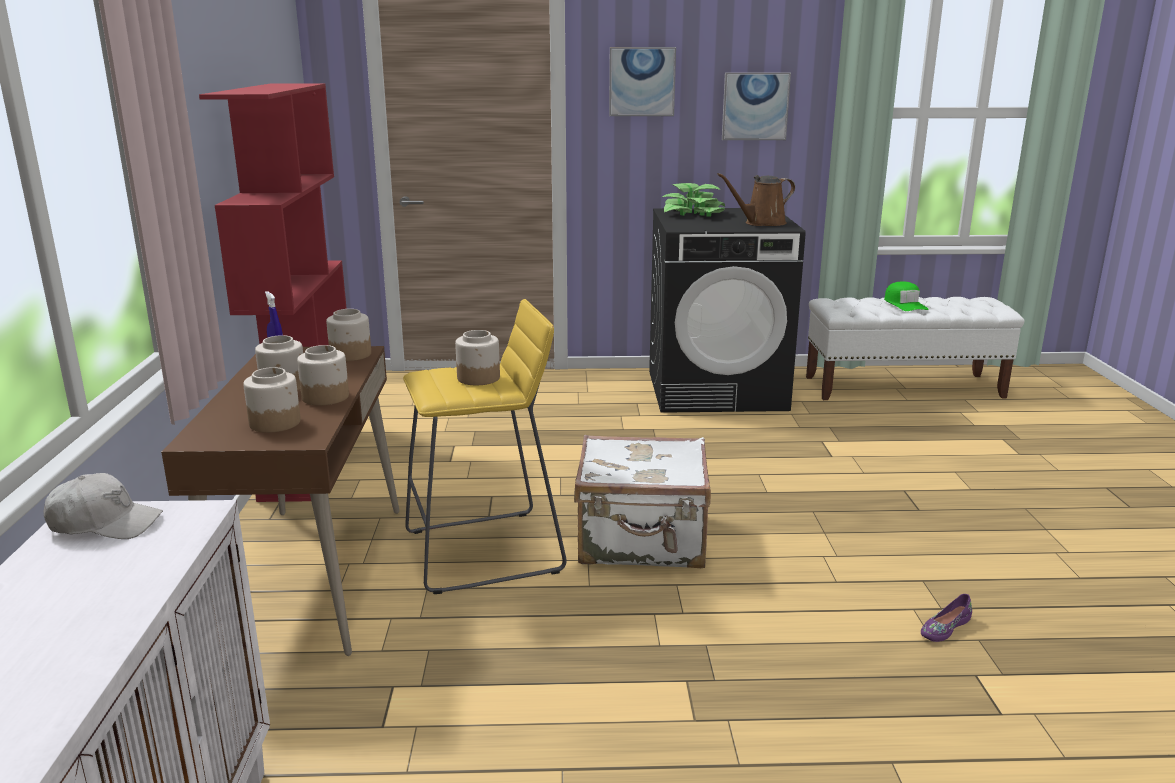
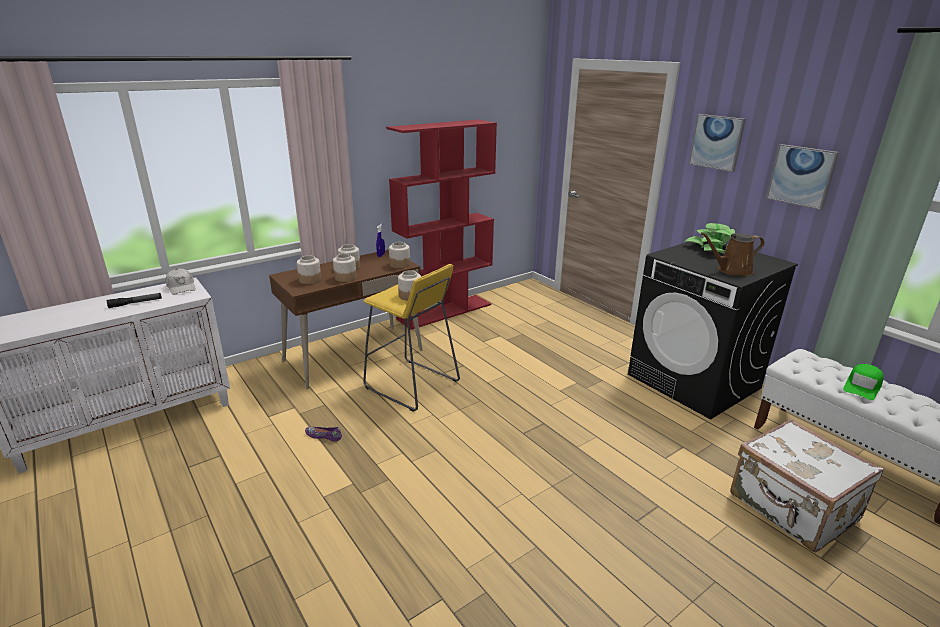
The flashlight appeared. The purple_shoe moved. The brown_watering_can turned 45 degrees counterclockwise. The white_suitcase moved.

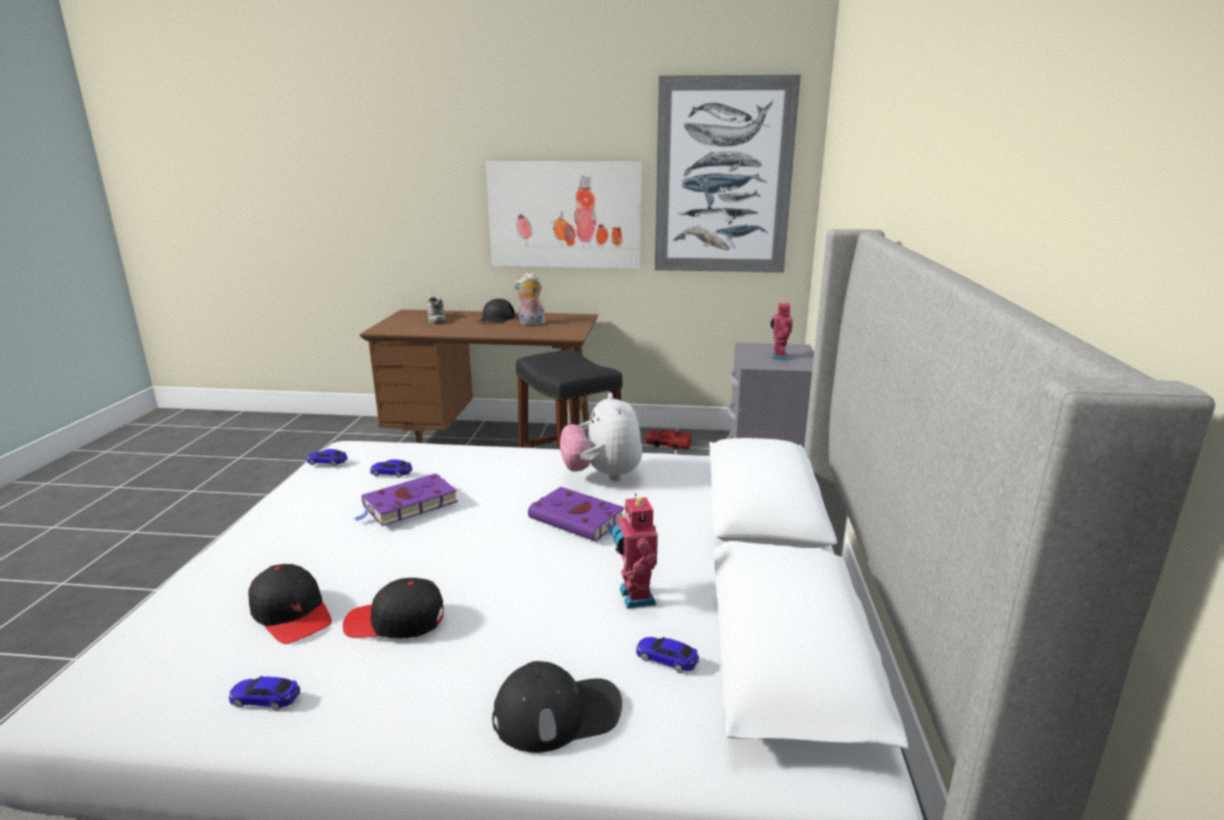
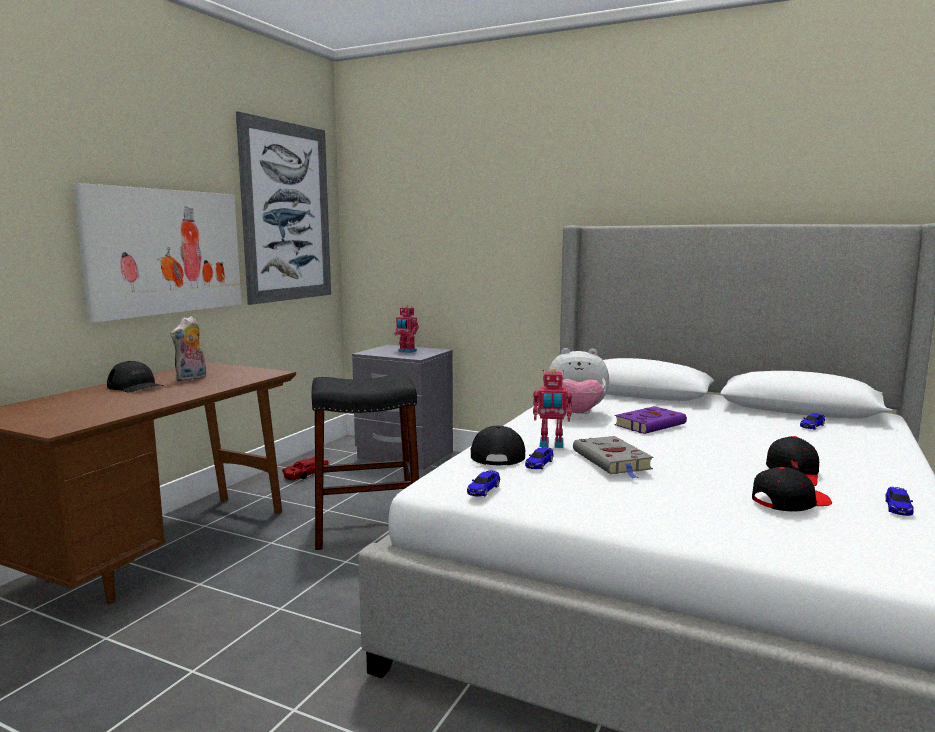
The black_cap (no. 4 from left in the first image) moved. The toy_robot (no. 1 from left in the first image) moved. The purple_book (no. 1 from left) became the grey_book. The shoe disappeared.

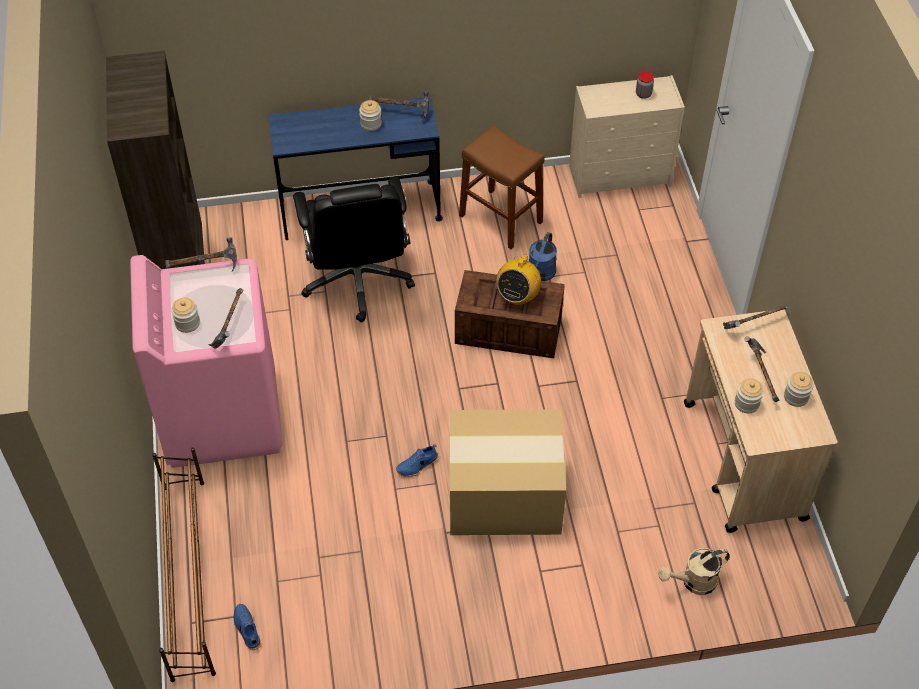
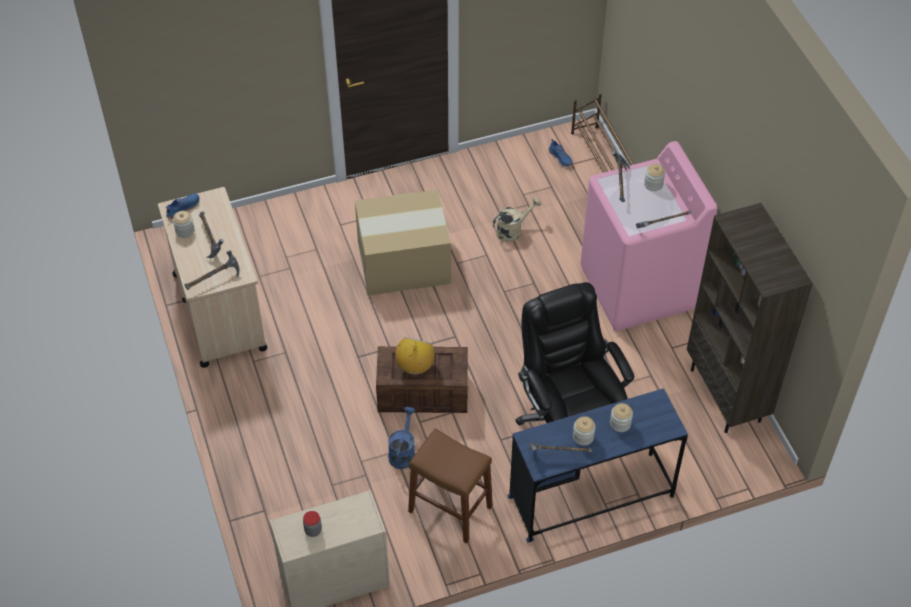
The blue_shoe (no. 2 from left in the first image) moved. The beige_watering_can moved. The jar (no. 4 from left) moved.

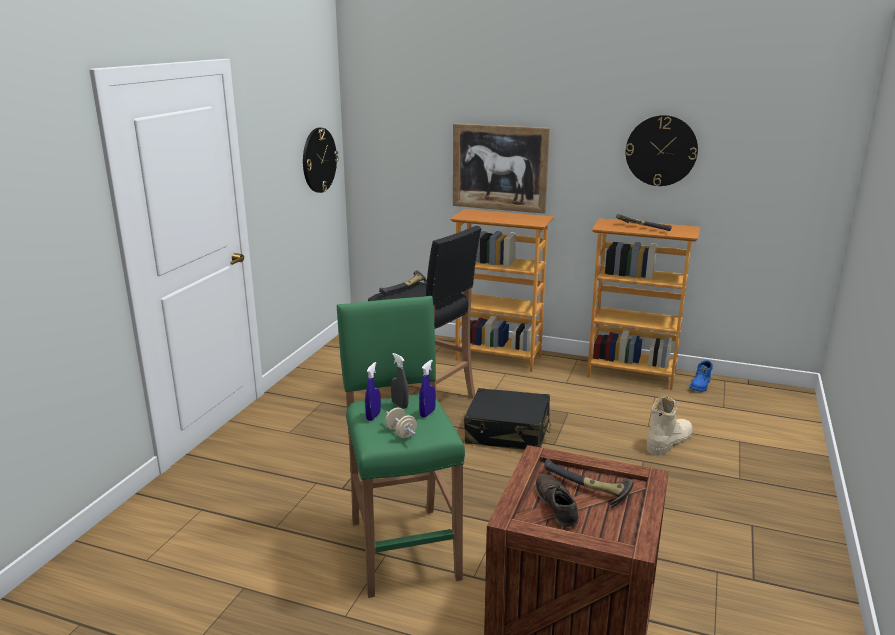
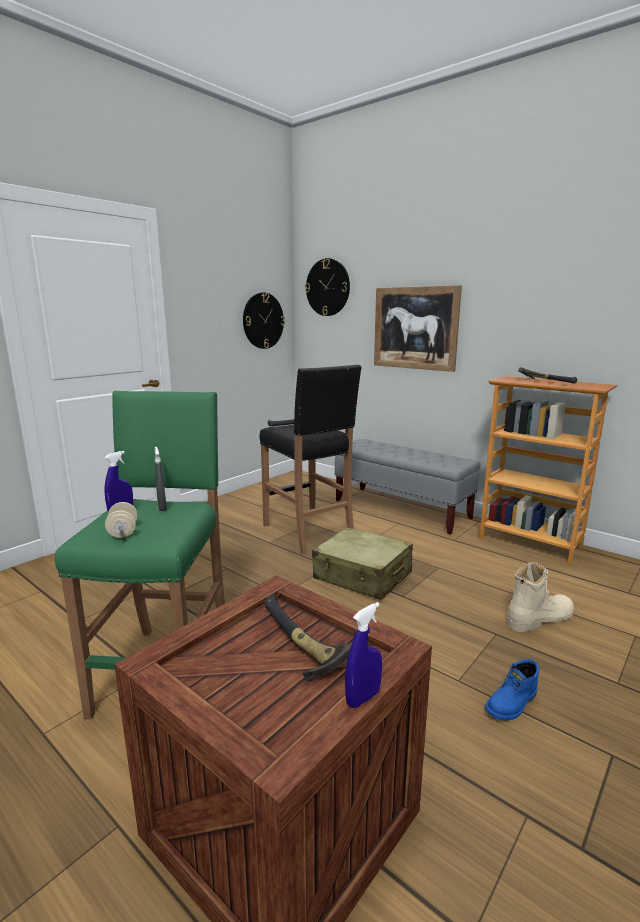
The wall_clock (no. 2 from left) moved. The black_suitcase became the beige_suitcase. The bookcase (no. 1 from left) was replaced by the grey_bench. The blue_spray_bottle (no. 2 from left) moved. The blue_boot moved. The brown_shoe disappeared.

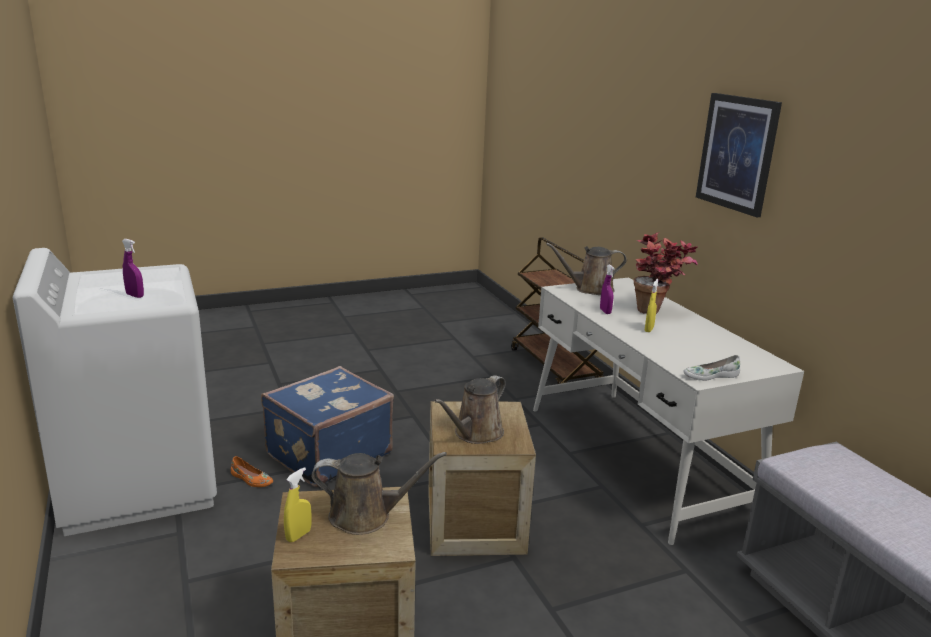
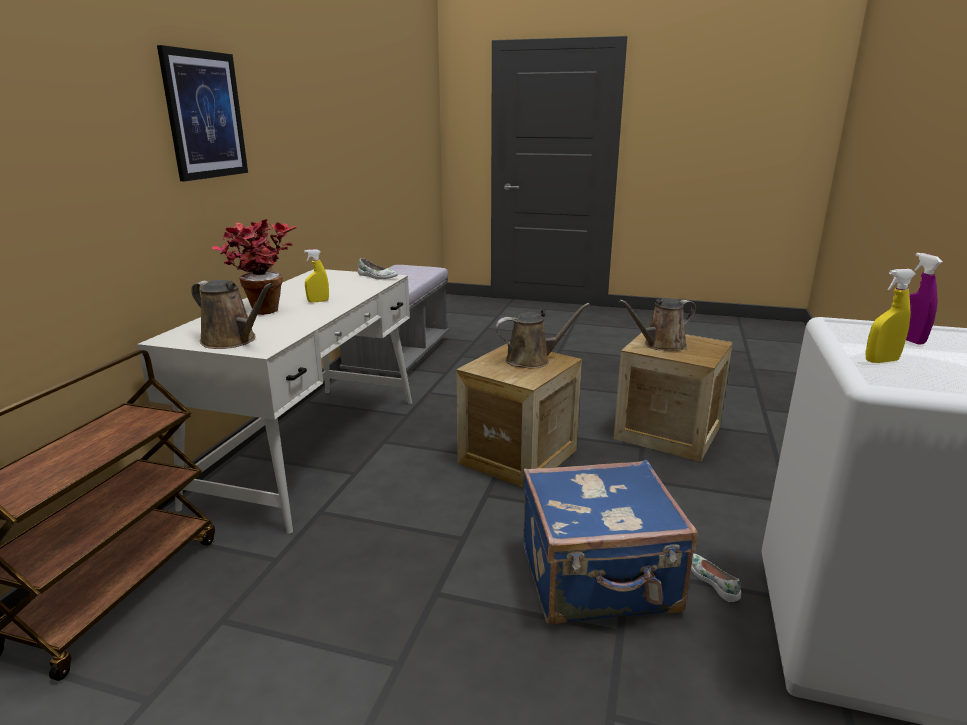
The brown_watering_can (no. 1 from left in the first image) turned 60 degrees counterclockwise. The orange_shoe became the white_shoe (no. 2 from left). The yellow_spray_bottle (no. 1 from left in the first image) moved. The purple_spray_bottle (no. 2 from left) disappeared.

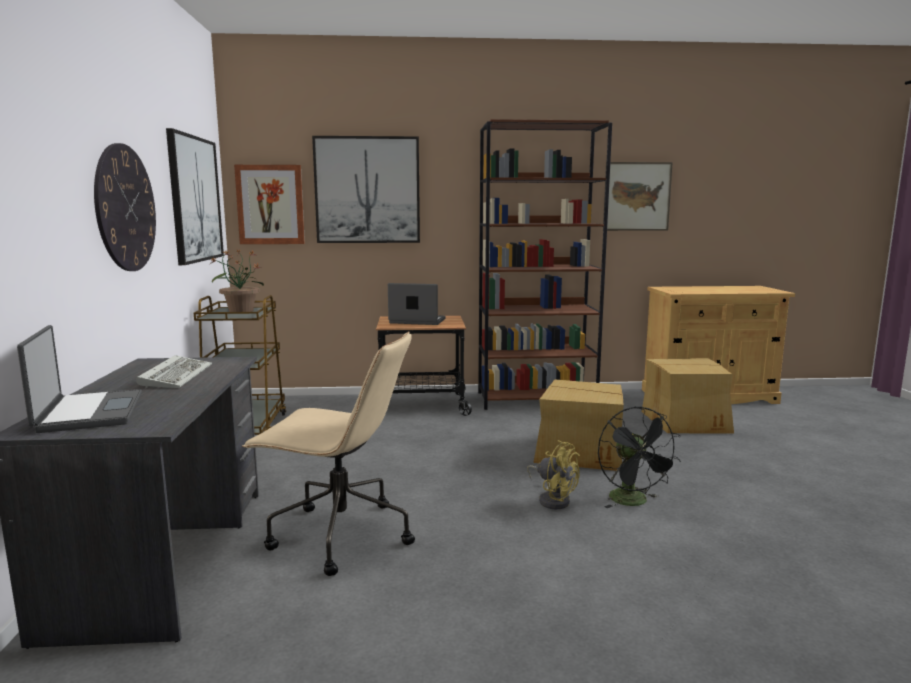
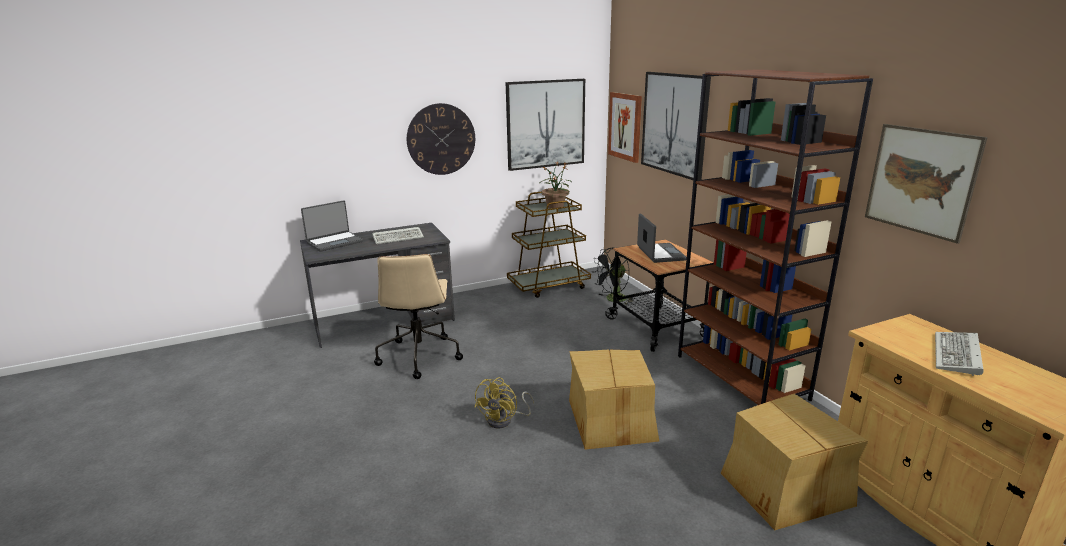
The black_fan moved. The keyboard (no. 2 from left) appeared.

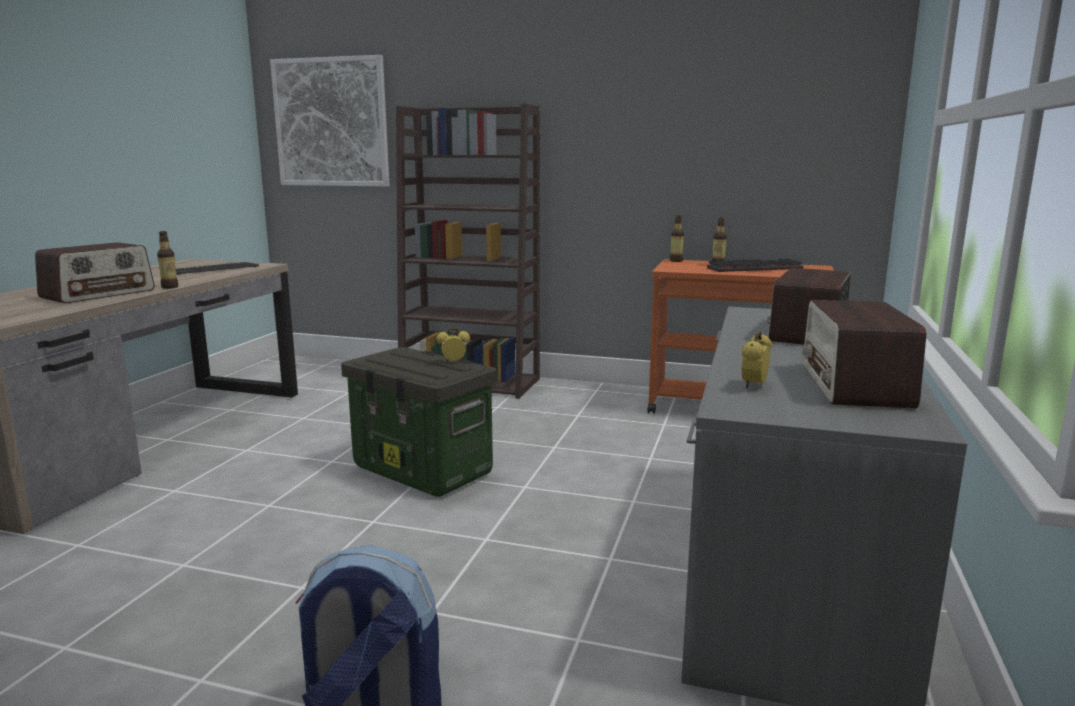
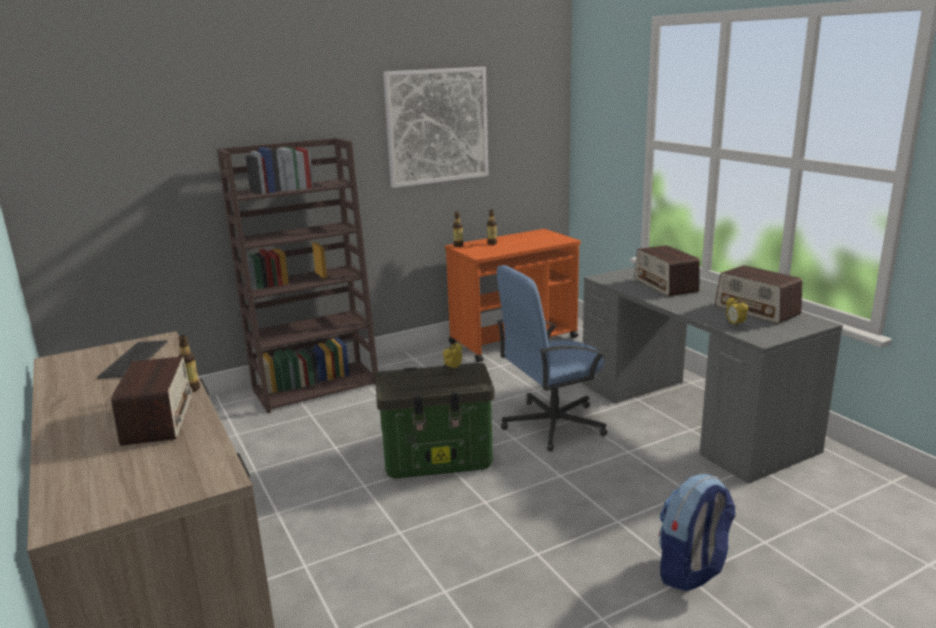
The picture moved. The blue_office_chair appeared. The keyboard (no. 2 from left) disappeared.

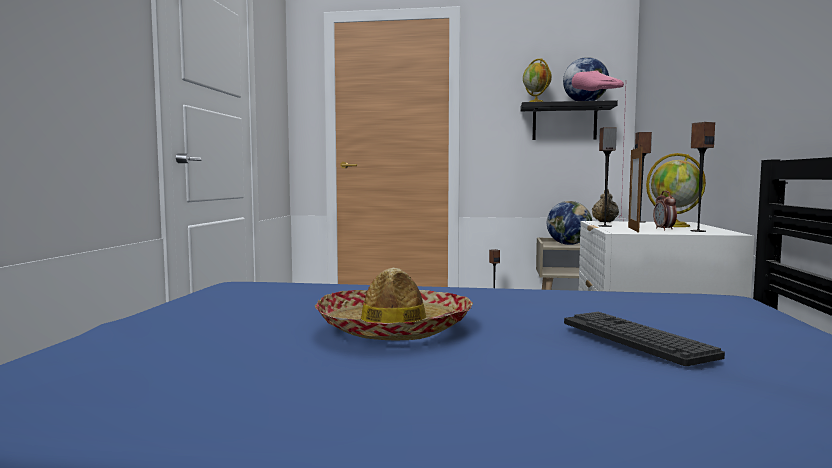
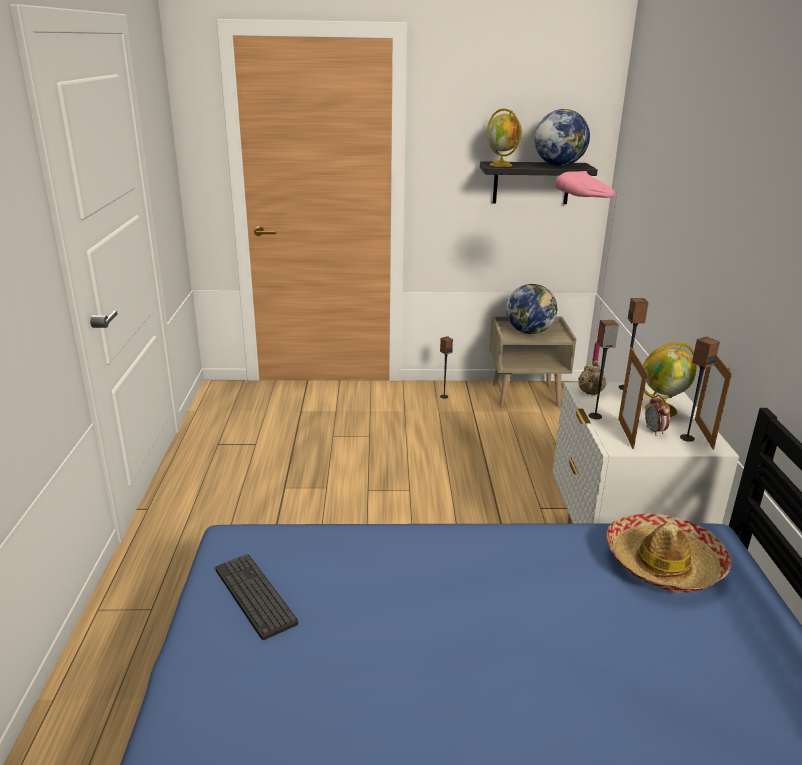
The keyboard moved. The hat moved. The picture_frame (no. 2 from left) appeared.

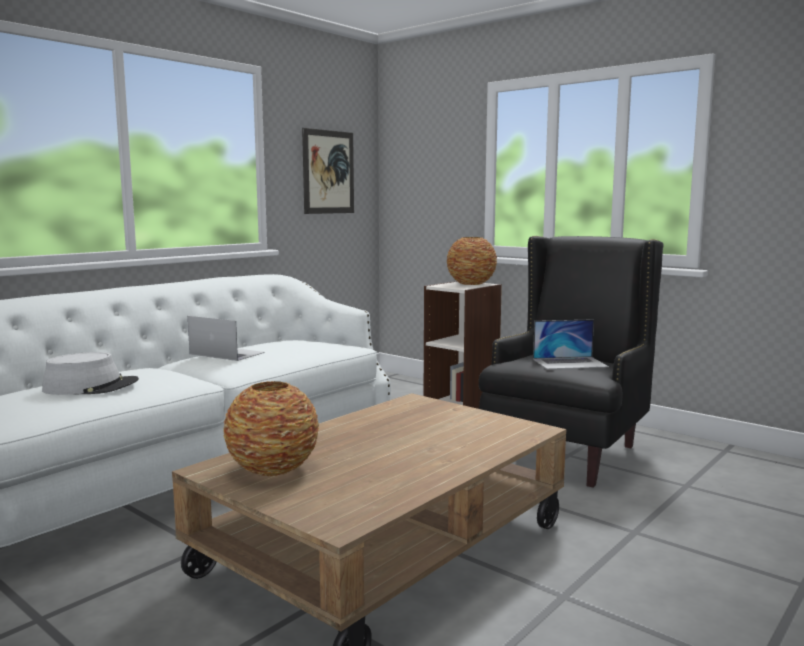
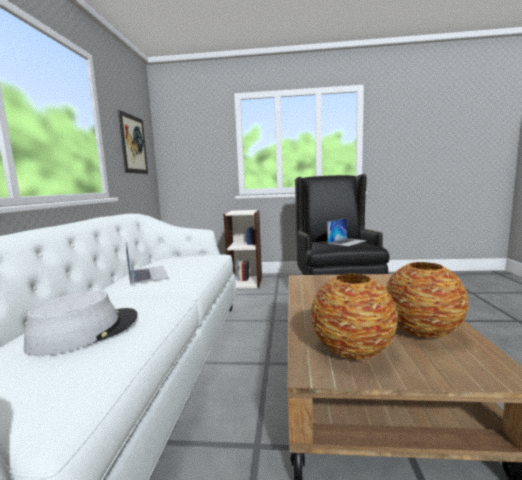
The laptop (no. 1 from left) turned 75 degrees clockwise. The vase (no. 2 from left) moved.

